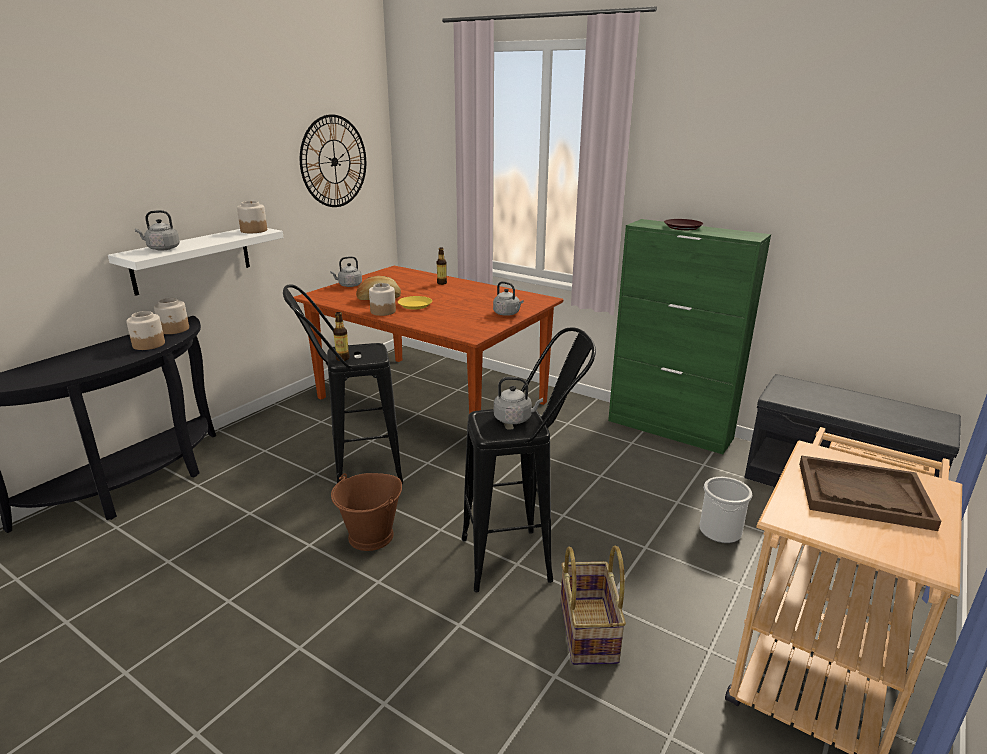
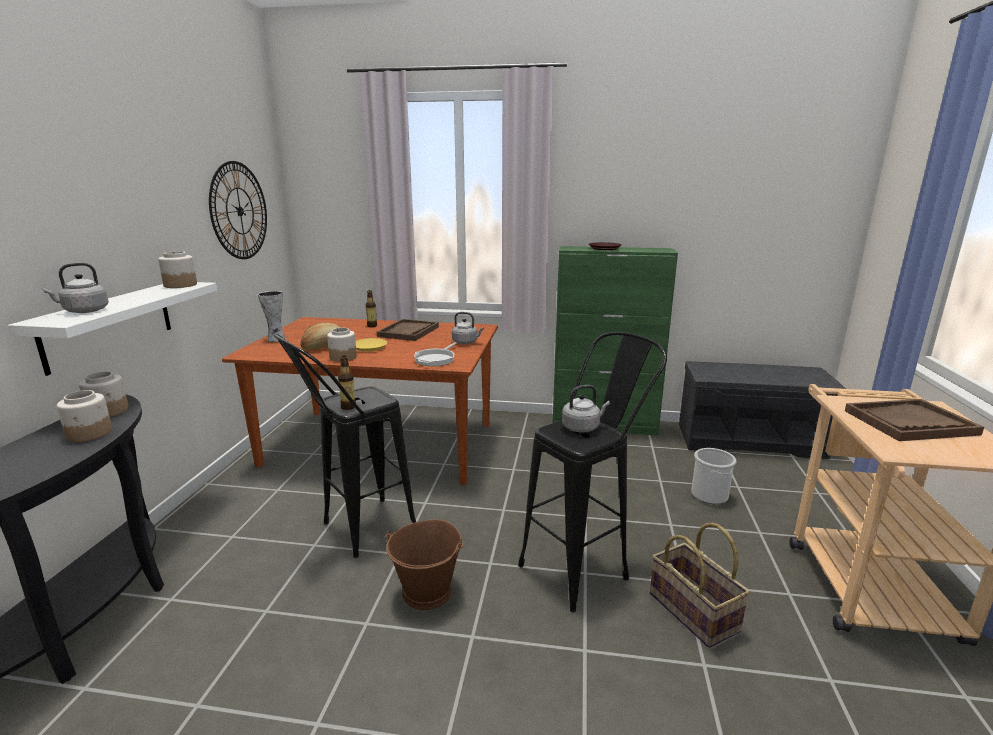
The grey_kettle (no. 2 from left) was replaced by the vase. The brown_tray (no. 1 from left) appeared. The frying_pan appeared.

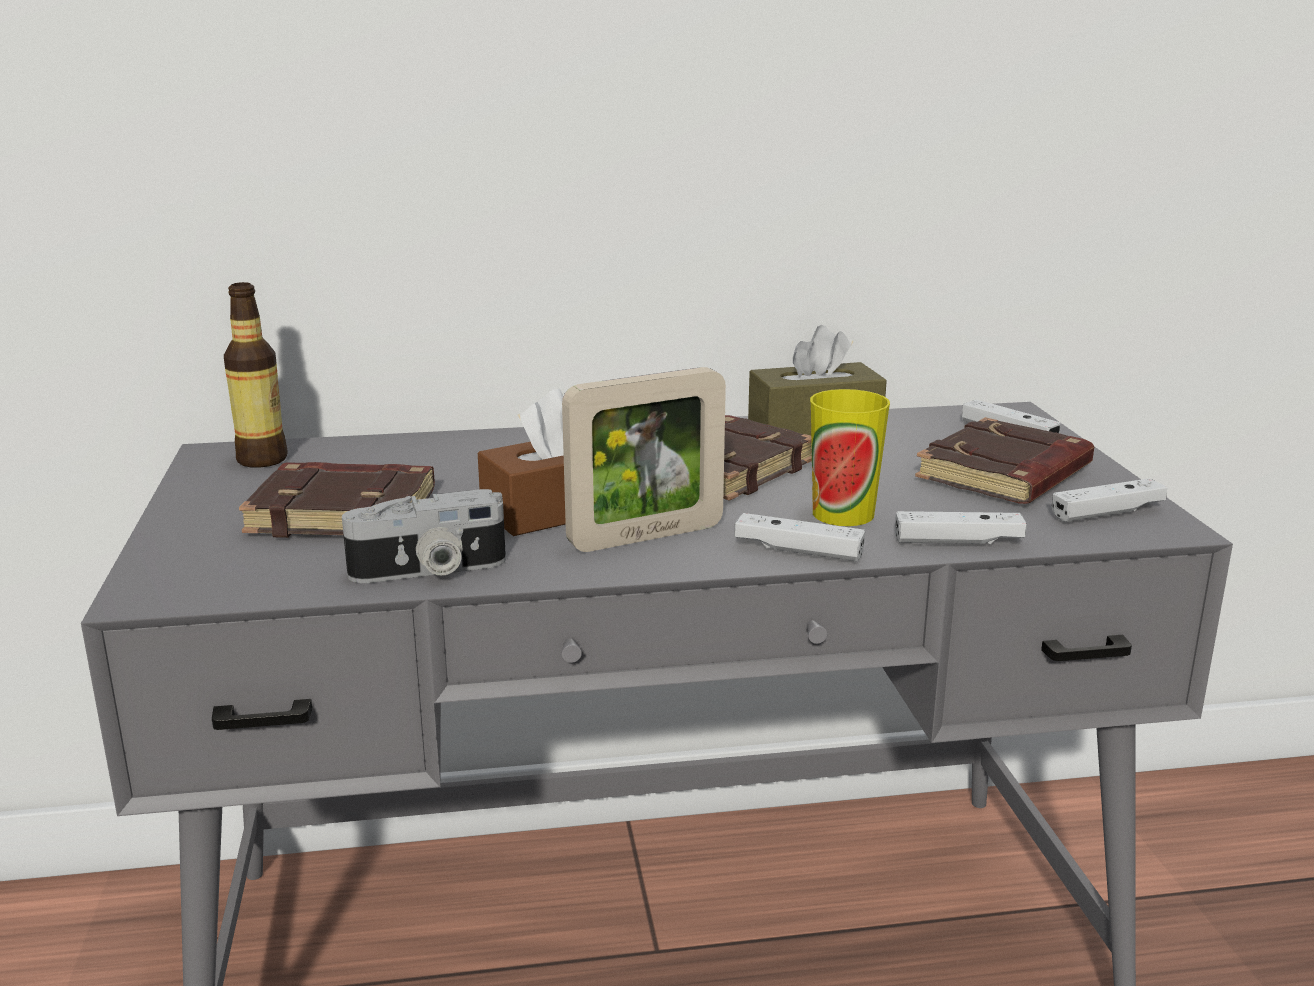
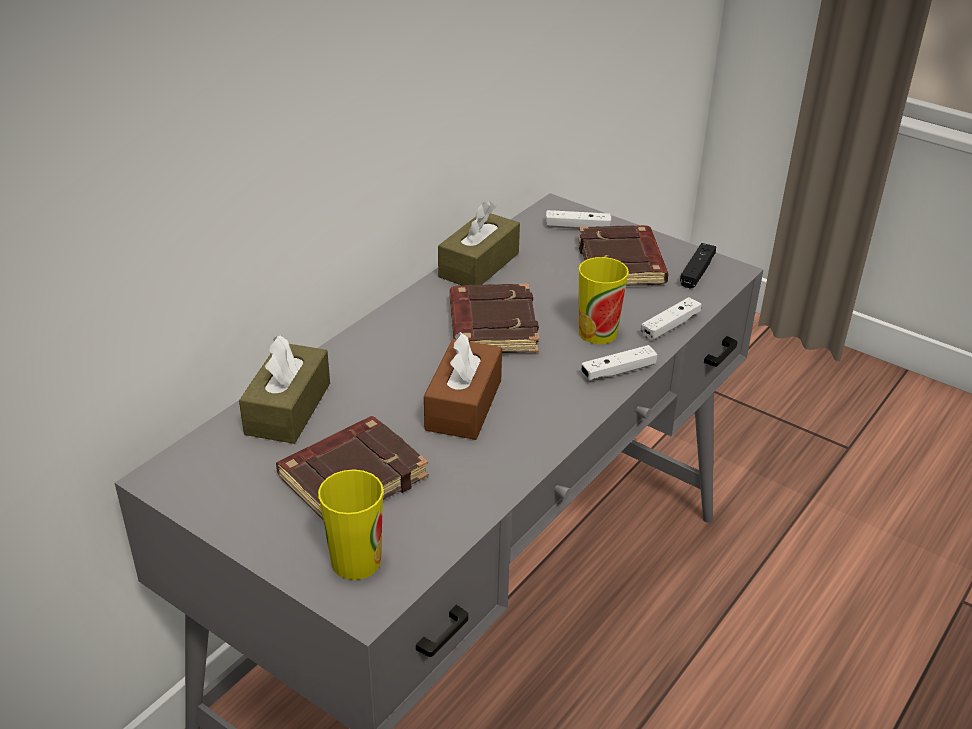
The brown_tissue_box (no. 1 from left) appeared. The cup (no. 1 from left) appeared. The white_game_controller (no. 4 from left) became the black_game_controller. The bottle disappeared. The photo_camera disappeared. The picture_frame disappeared.

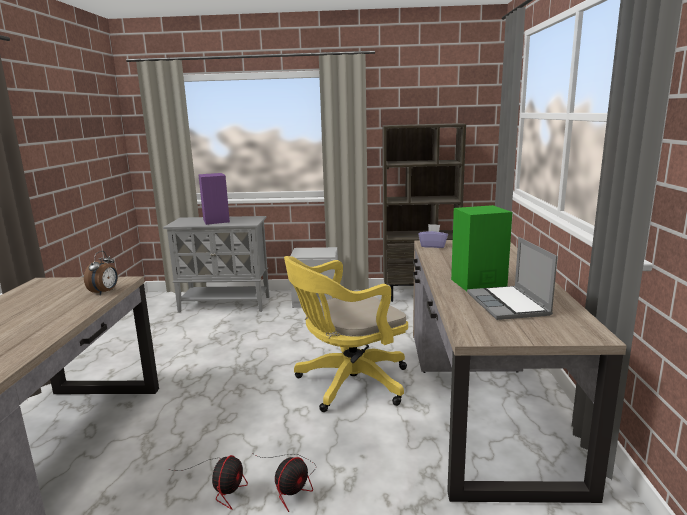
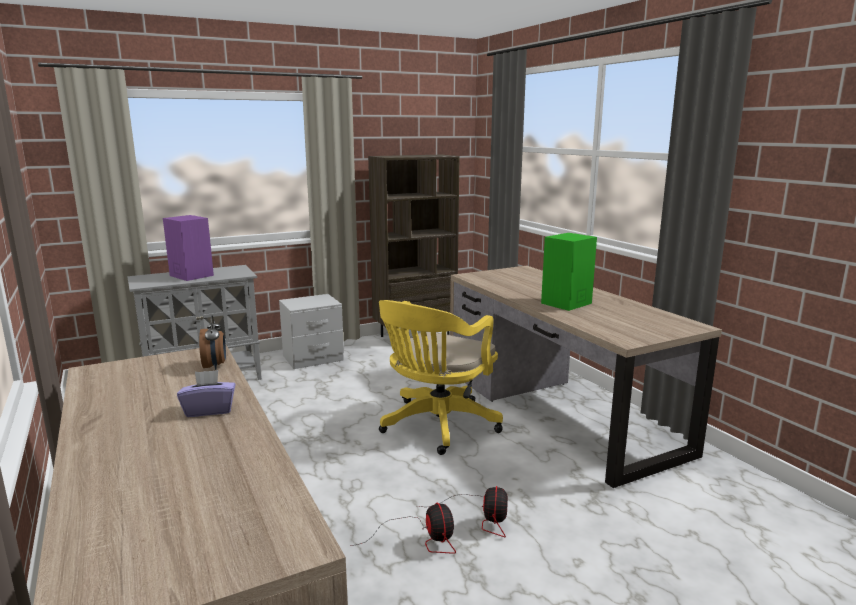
The purple_tissue_box moved. The laptop disappeared.

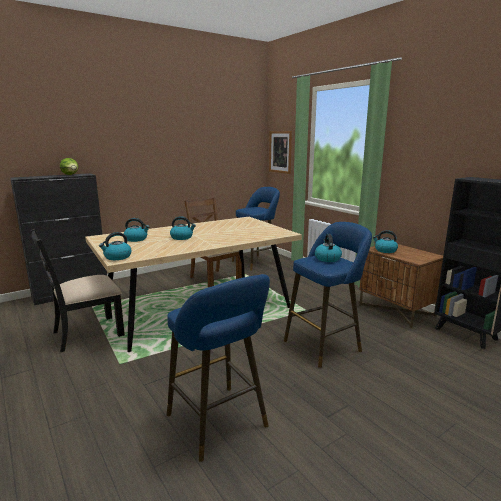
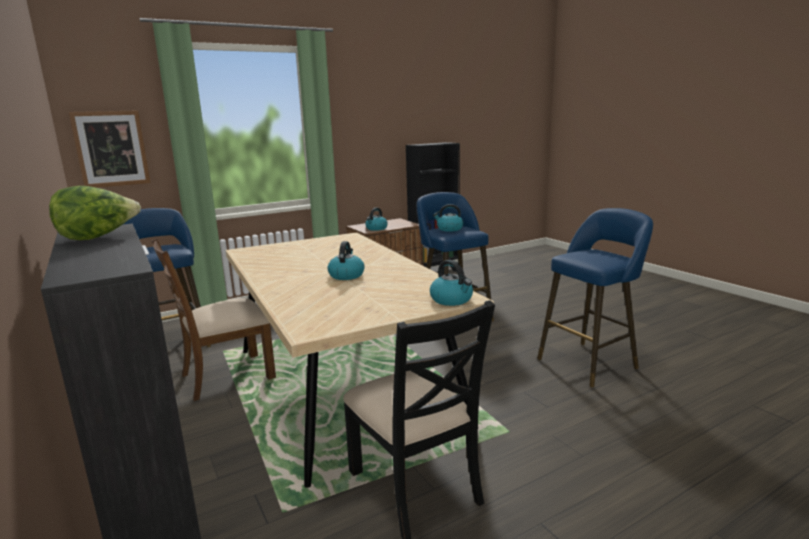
The kettle (no. 2 from left) disappeared.

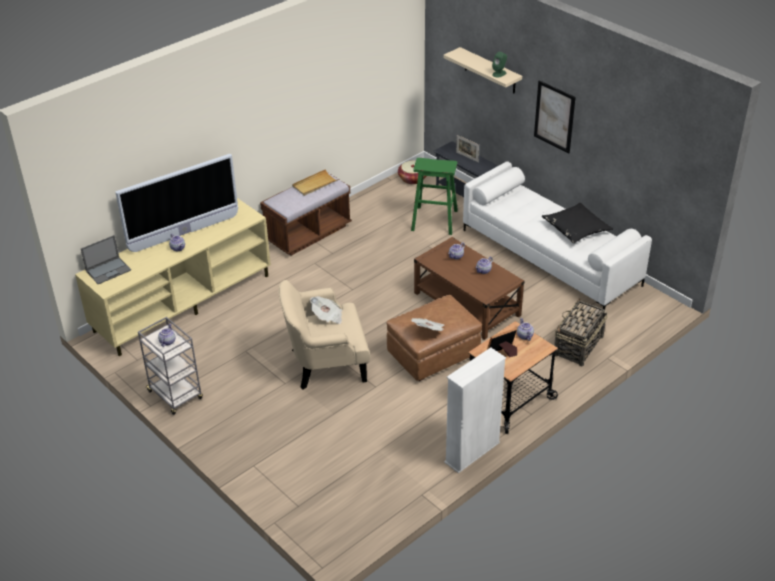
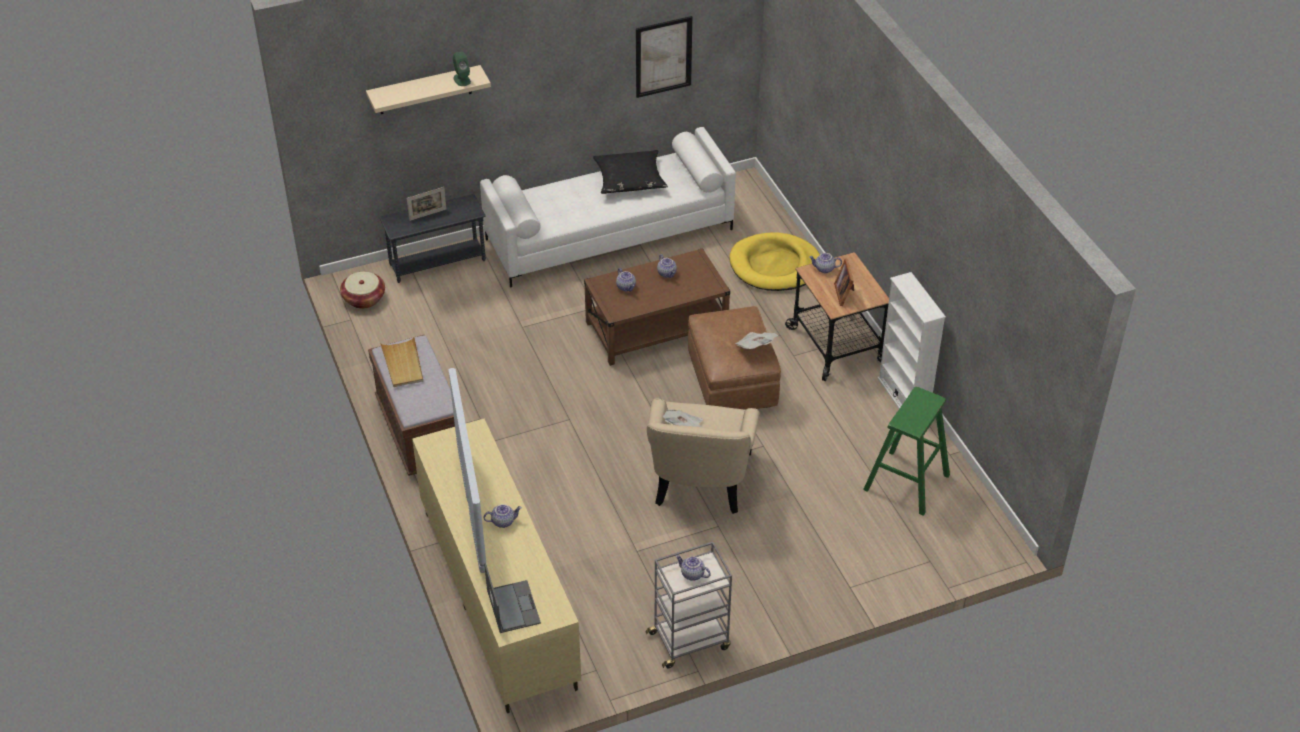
The picture moved. The basket (no. 2 from left) was replaced by the yellow_dog_bed. The green_stool moved.

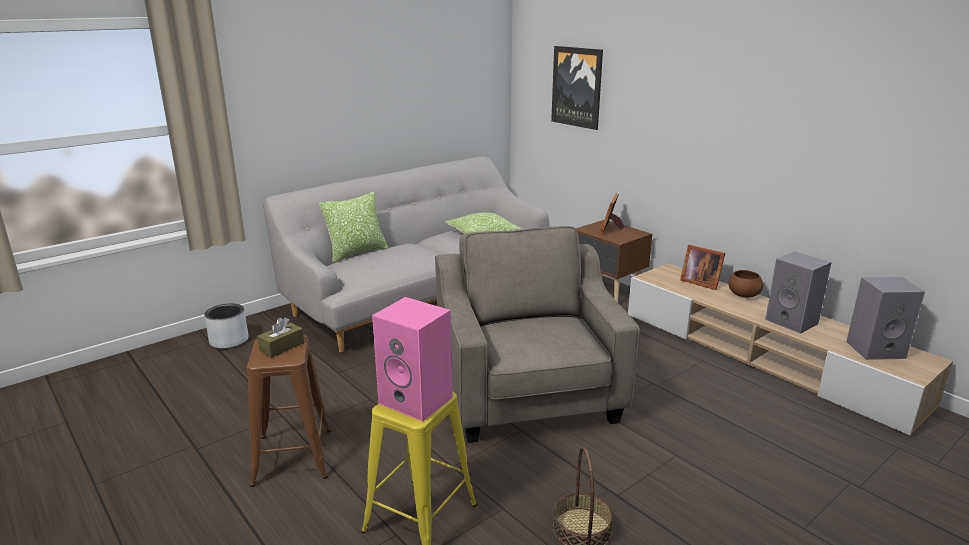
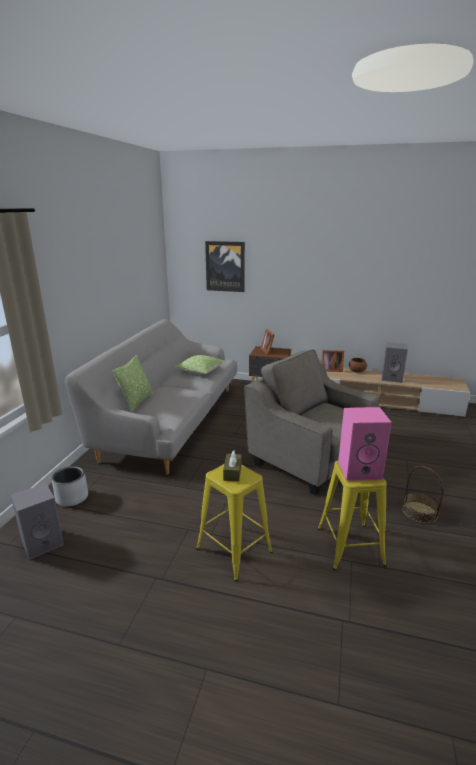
The grey_speaker (no. 2 from left in the first image) moved. The brown_stool became the yellow_stool (no. 1 from left).

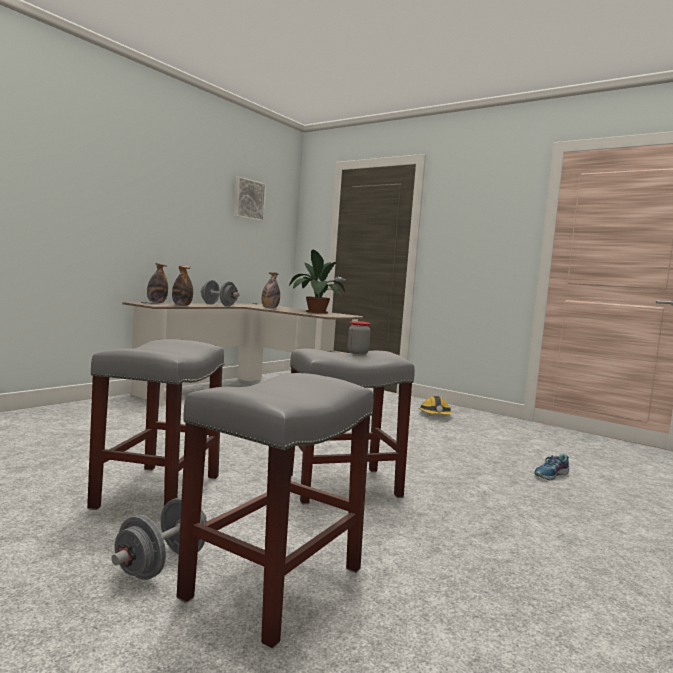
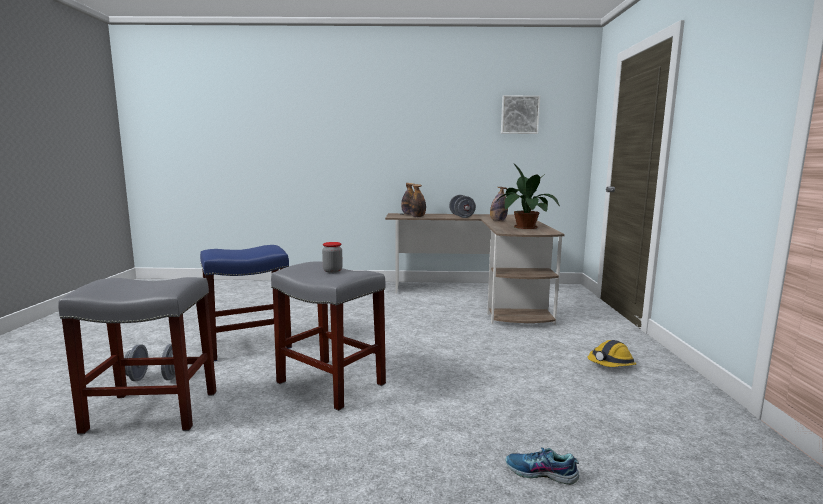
The grey_stool (no. 1 from left) became the blue_stool.

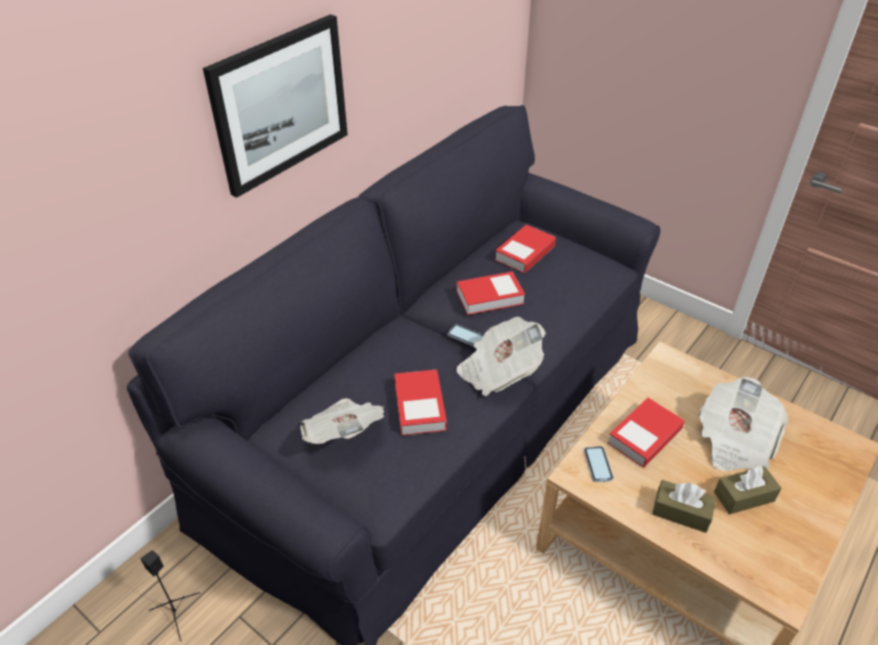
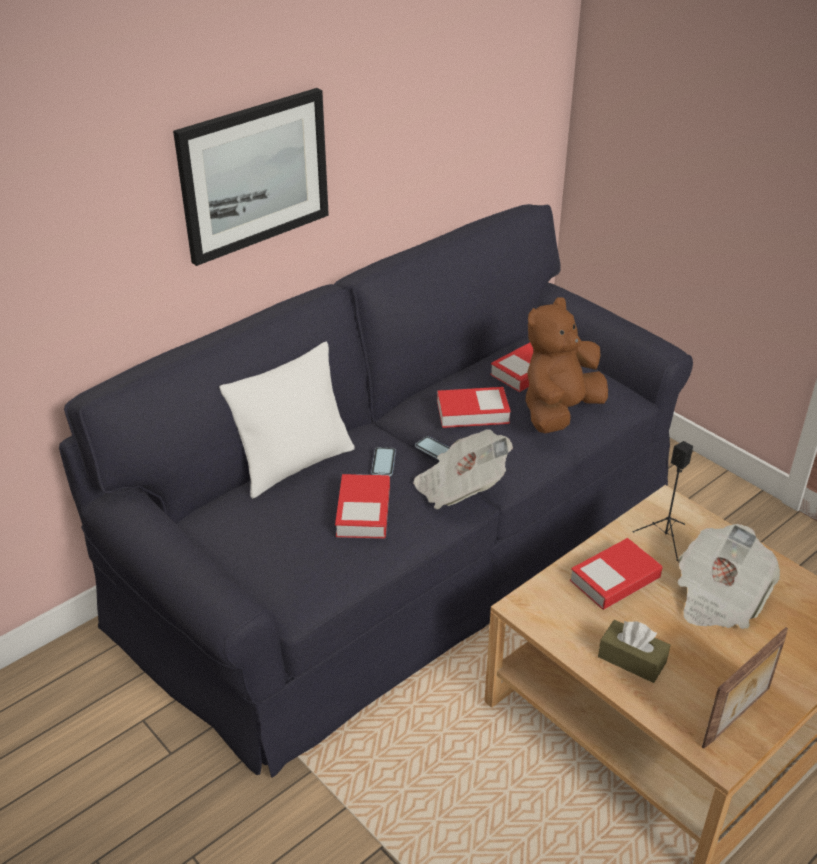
The white_pillow appeared. The phone (no. 2 from left in the first image) moved. The brown_plush_toy appeared. The black_speaker moved. The picture_frame appeared. The newspaper (no. 1 from left) disappeared. The brown_tissue_box (no. 2 from left) disappeared.

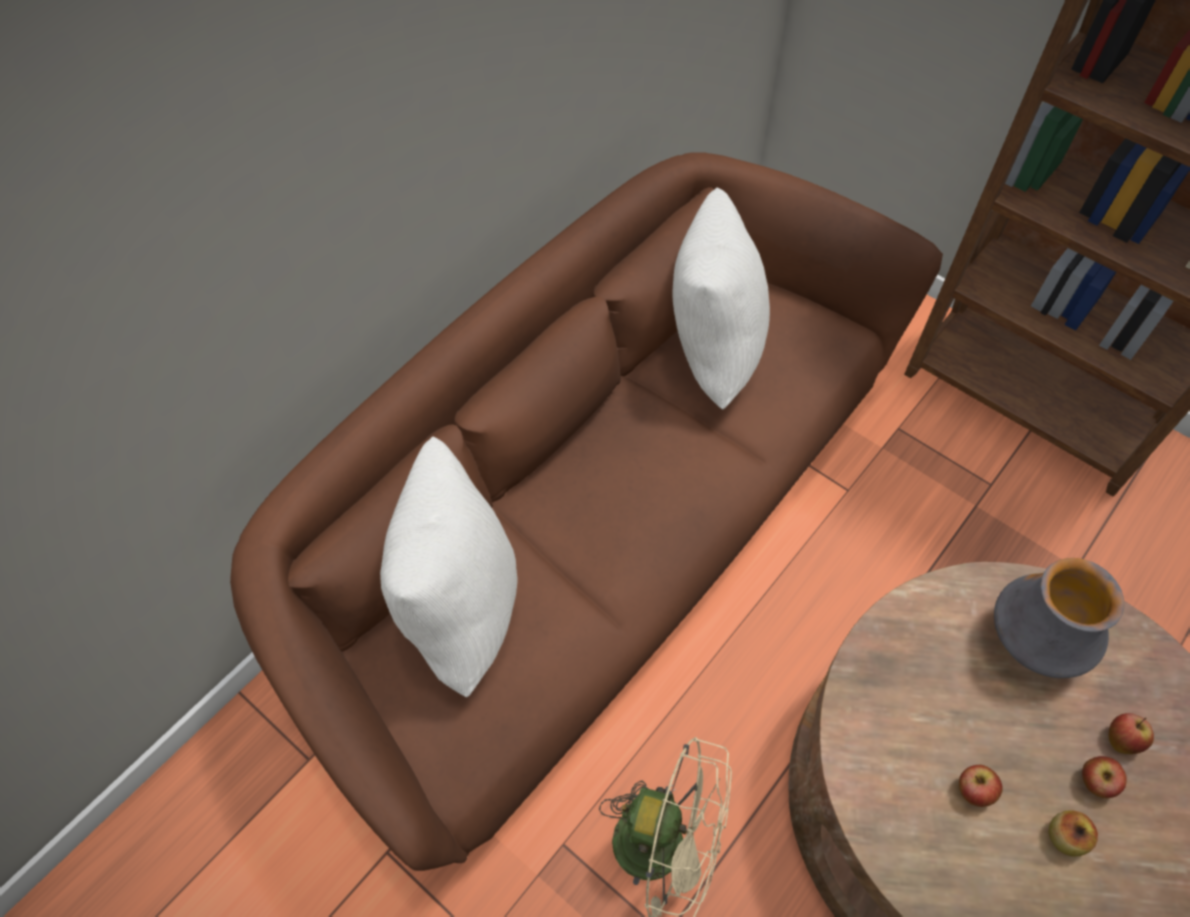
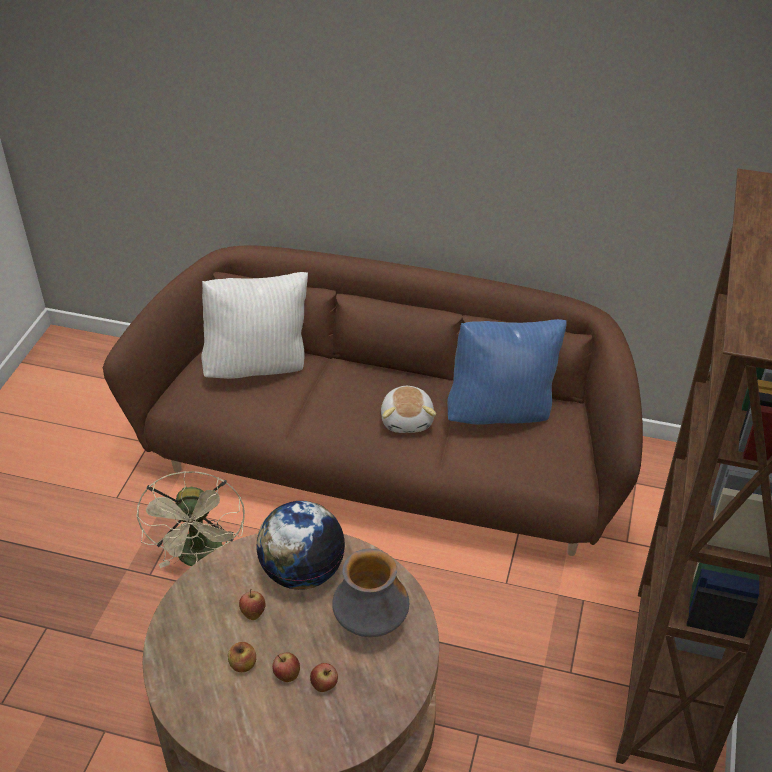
The globe appeared. The plush_toy appeared. The white_pillow (no. 2 from left) became the blue_pillow.

